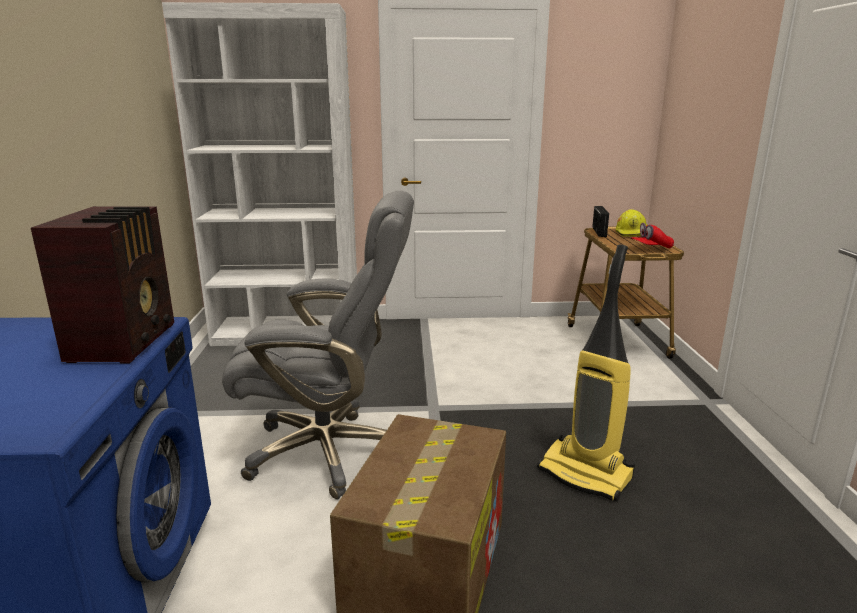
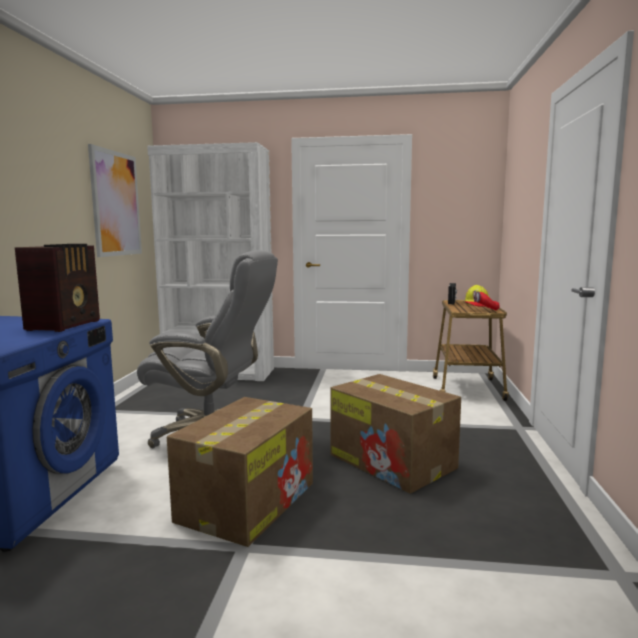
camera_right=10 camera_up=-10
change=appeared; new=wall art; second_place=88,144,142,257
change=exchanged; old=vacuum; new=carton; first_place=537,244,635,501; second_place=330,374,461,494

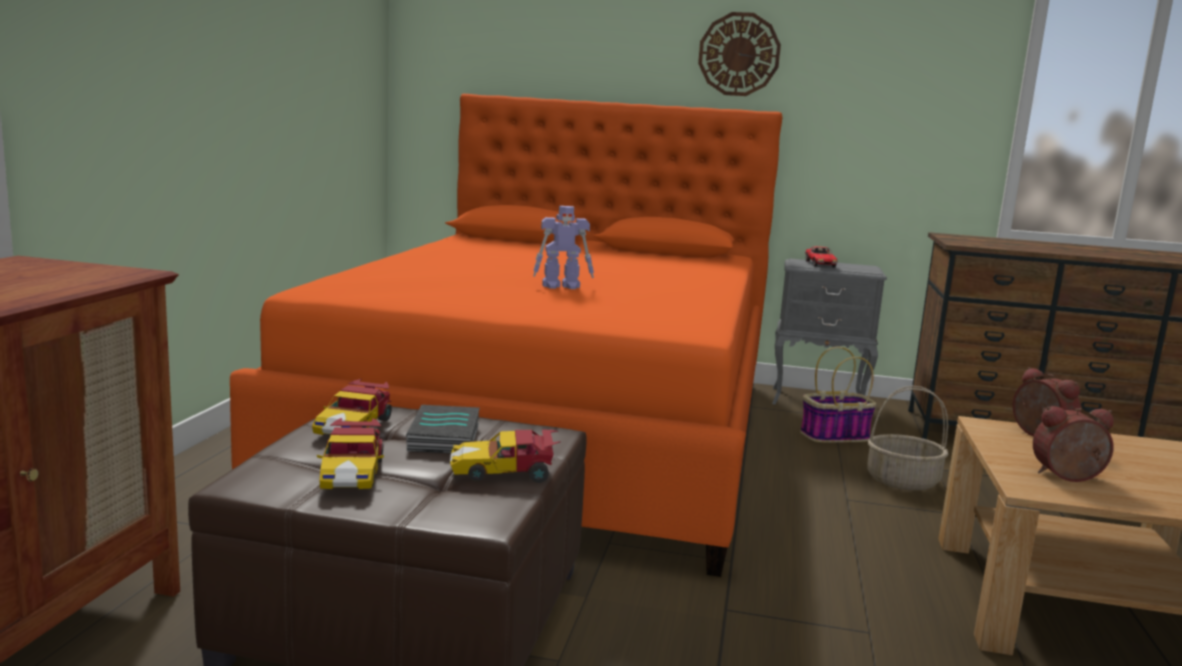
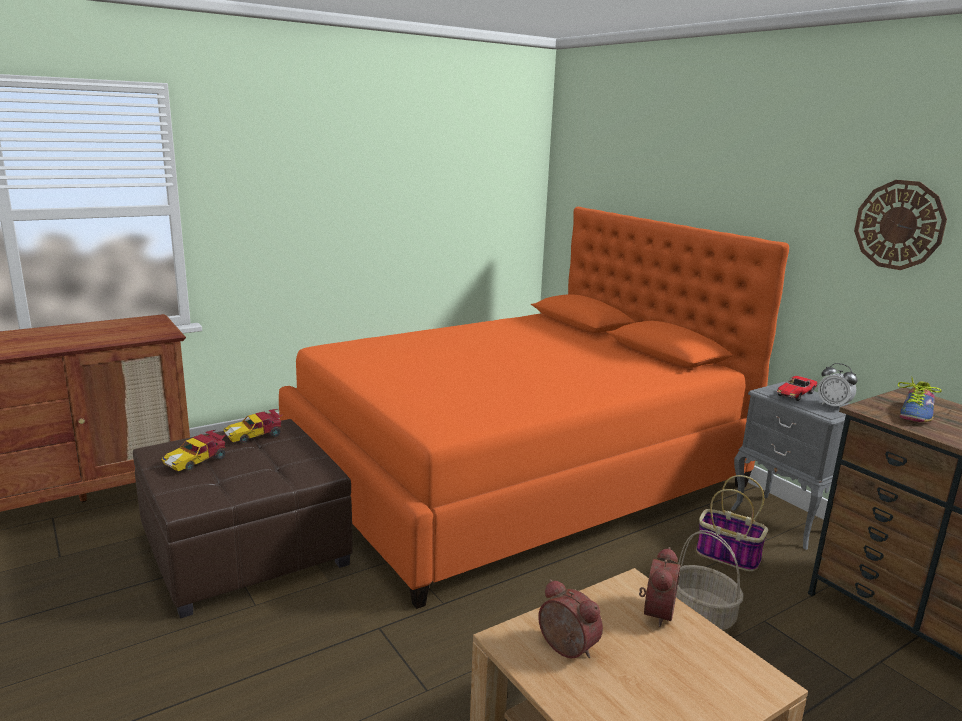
camera_right=45 camera_up=5
change=appeared; new=alarm clock; second_place=818,363,857,407
change=relocated; old=wall clock; first_place=698,12,781,96; second_place=854,180,947,270
change=appeared; new=low shoe; second_place=898,376,941,422
change=missing; old=bound book; first_place=406,405,480,453
change=missing; old=model car; first_place=450,430,561,483
change=missing; old=toy robot; first_place=533,206,594,289

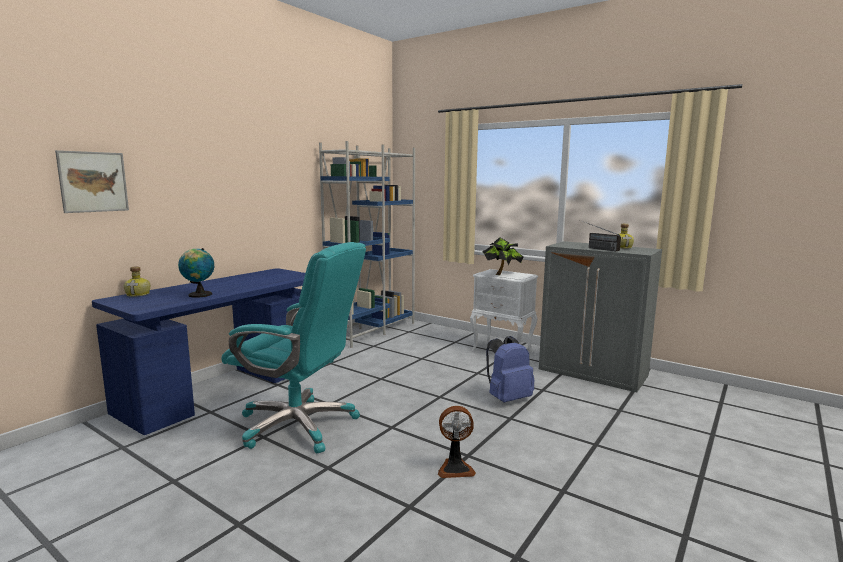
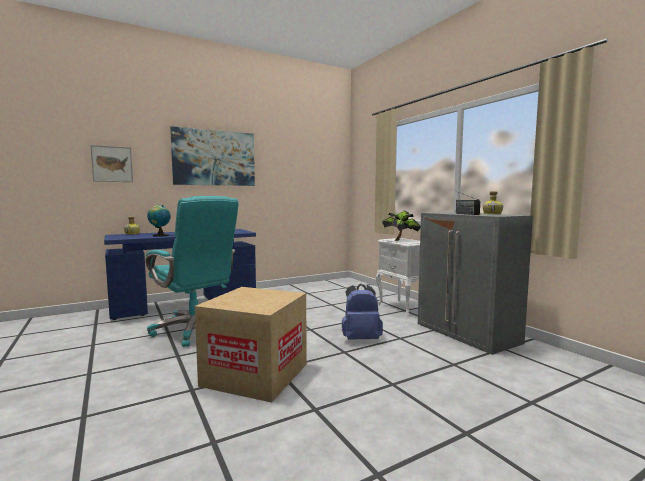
camera_right=25 camera_up=-5
change=appeared; new=wall art; second_place=170,126,255,186
change=exchanged; old=fan; new=carton; first_place=438,406,476,478; second_place=195,287,307,403
change=missing; old=bluish shelving unit; first_place=319,141,415,348

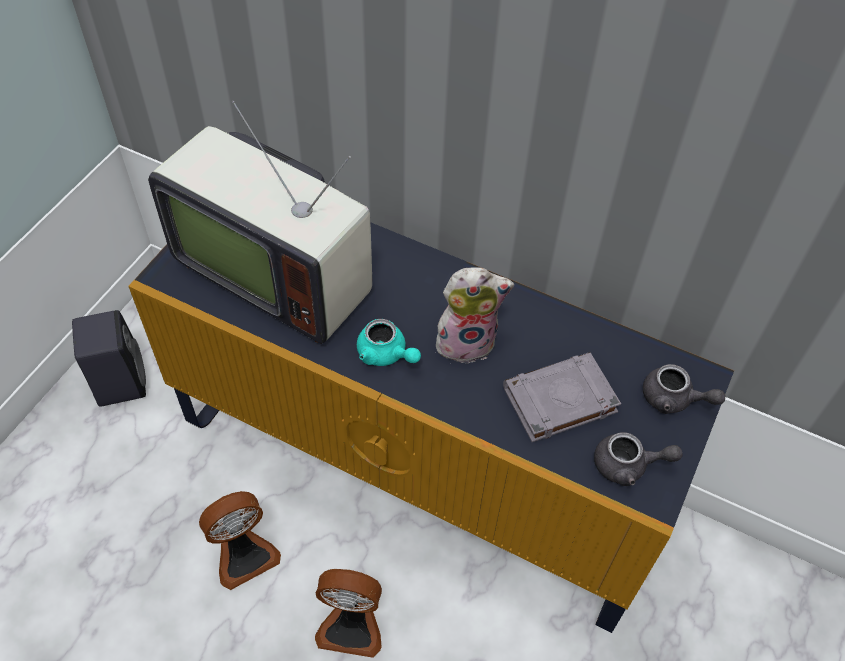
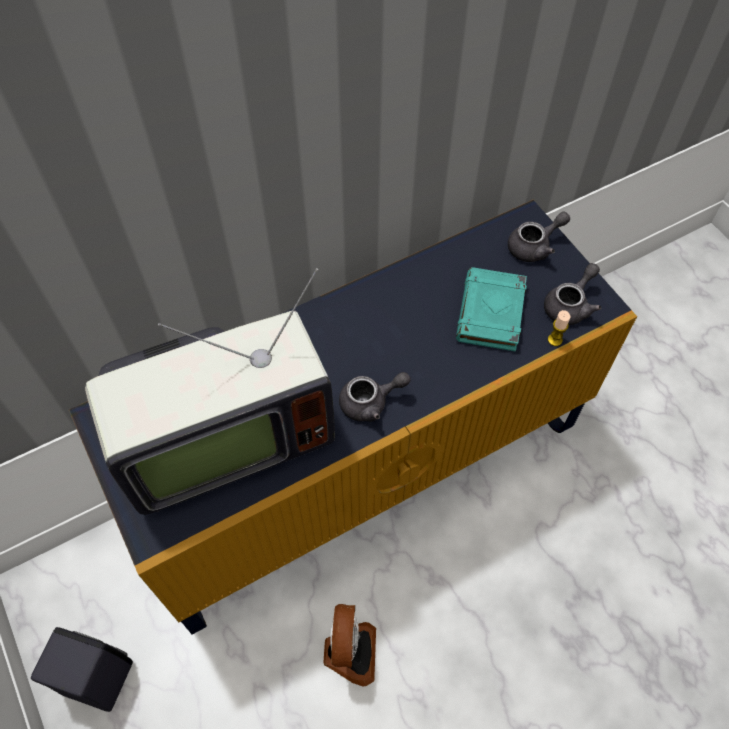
camera_right=-55 camera_up=5
change=colour; old=turquoise pot for tea; new=gray pot for tea; first_place=357,319,421,366; second_place=339,372,411,422
change=colour; old=gray bound book; new=turquoise bound book; first_place=503,352,621,442; second_place=456,267,527,352
change=appeared; new=candle; second_place=548,310,570,346
change=missing; old=fan; first_place=315,569,382,658
change=missing; old=soft toy; first_place=436,267,514,364

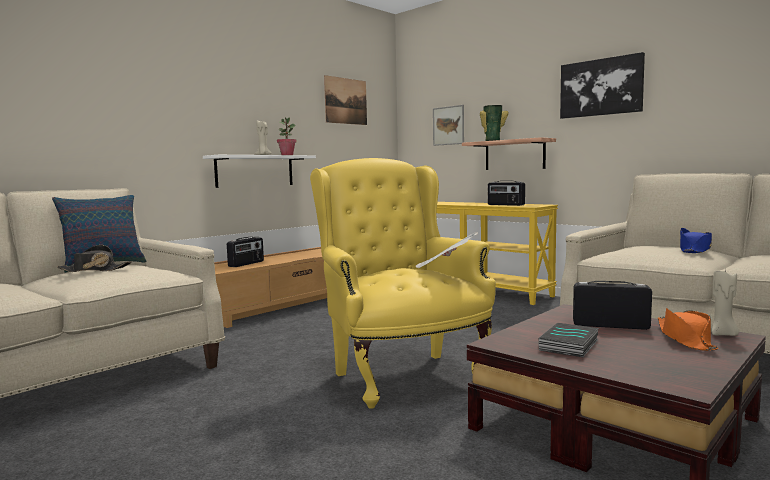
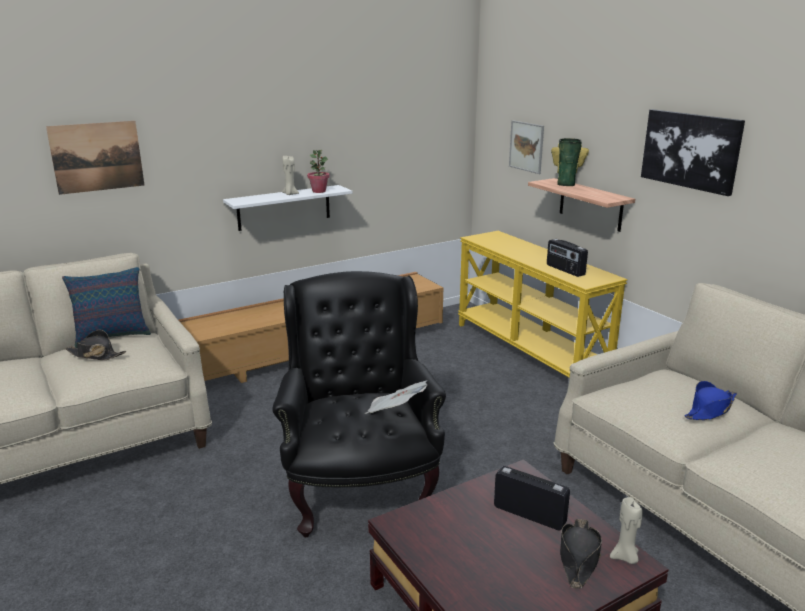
camera_right=15 camera_up=15
change=relocated; old=wall art; first_place=324,75,367,125; second_place=46,121,144,195
change=colour; old=yellow easy chair; new=black-coloured easy chair; first_place=310,158,496,409; second_place=273,271,446,537
change=colour; old=orange-coloured wearable hat; new=black-coloured wearable hat; first_place=658,308,719,351; second_place=560,519,602,589
change=missing; old=radio set; first_place=227,237,264,267
change=missing; old=bound book; first_place=538,323,599,357

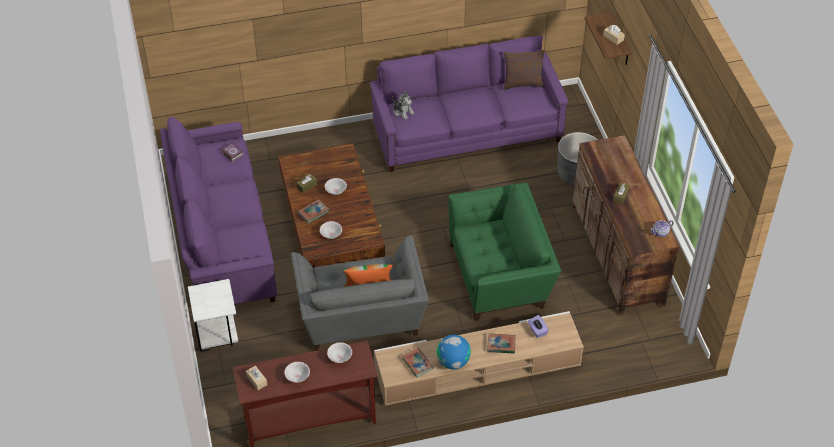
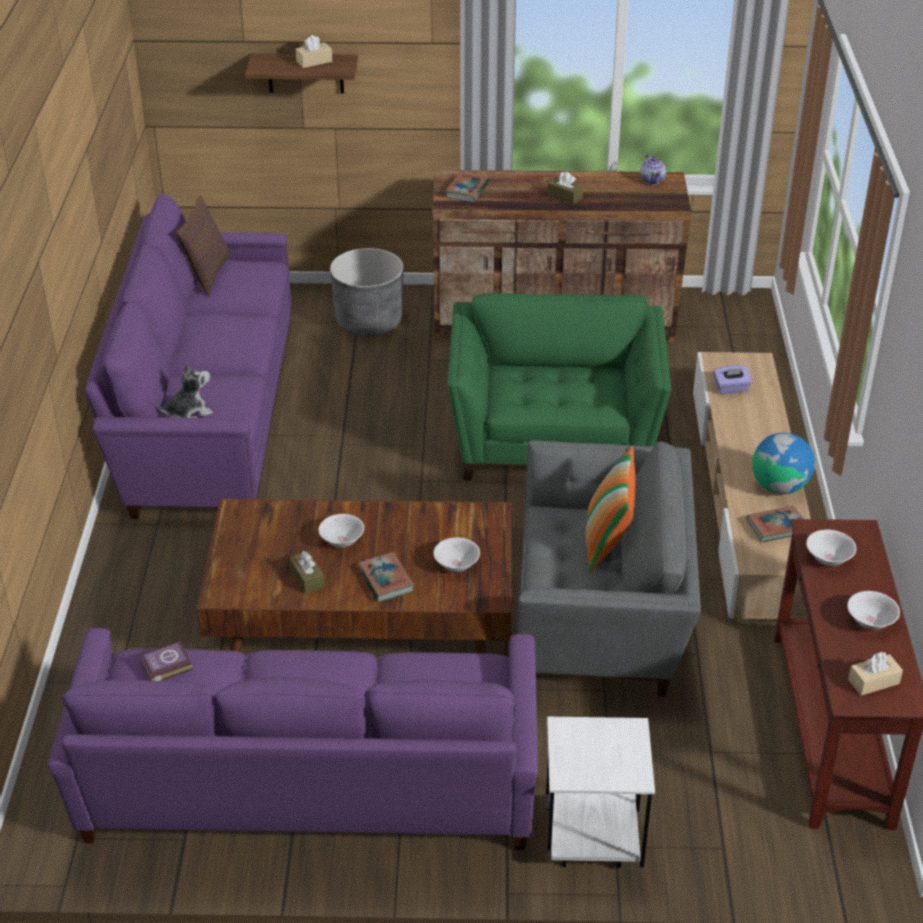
camera_right=-75 camera_up=-10
change=relocated; old=bound book; first_place=487,333,516,354; second_place=445,171,490,202

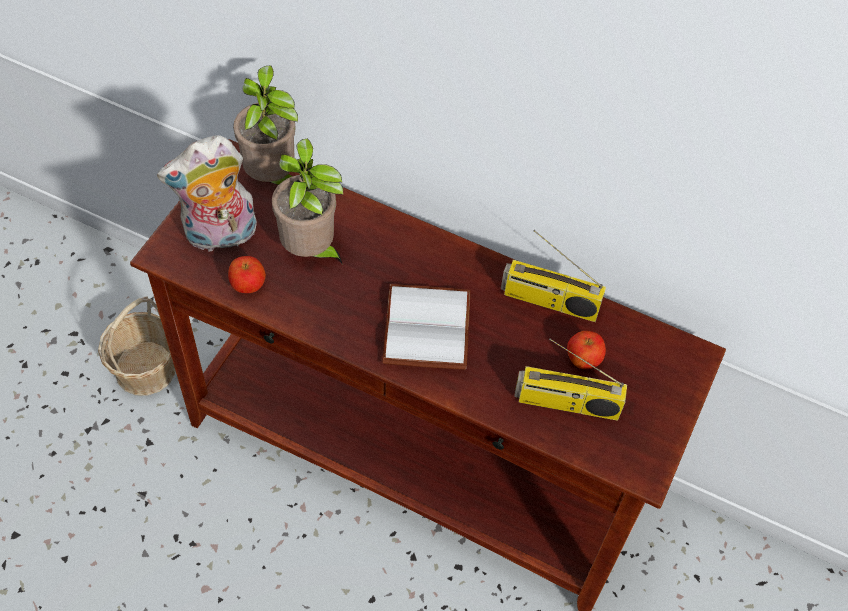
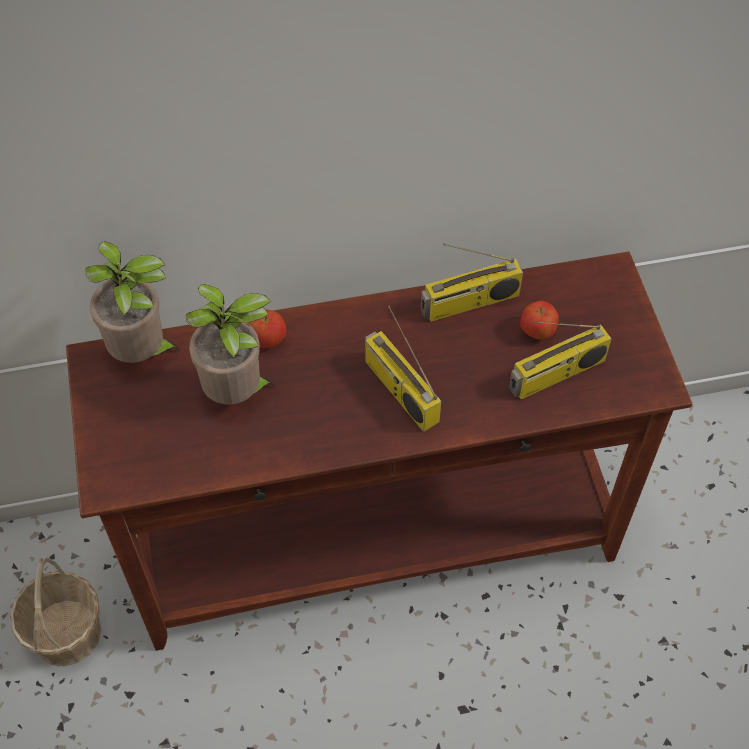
camera_right=-35 camera_up=0
change=relocated; old=whole apple; first_place=228,256,266,293; second_place=248,310,286,348
change=exchanged; old=whitish bound book; new=radio set; first_place=382,284,470,370; second_place=365,306,441,432
change=missing; old=soft toy; first_place=157,135,257,252

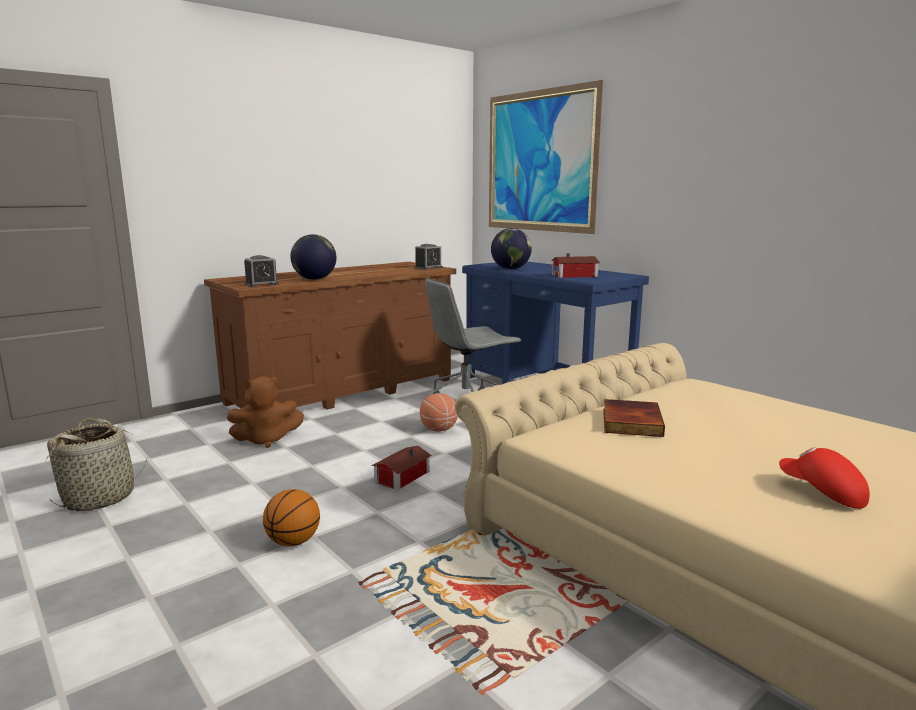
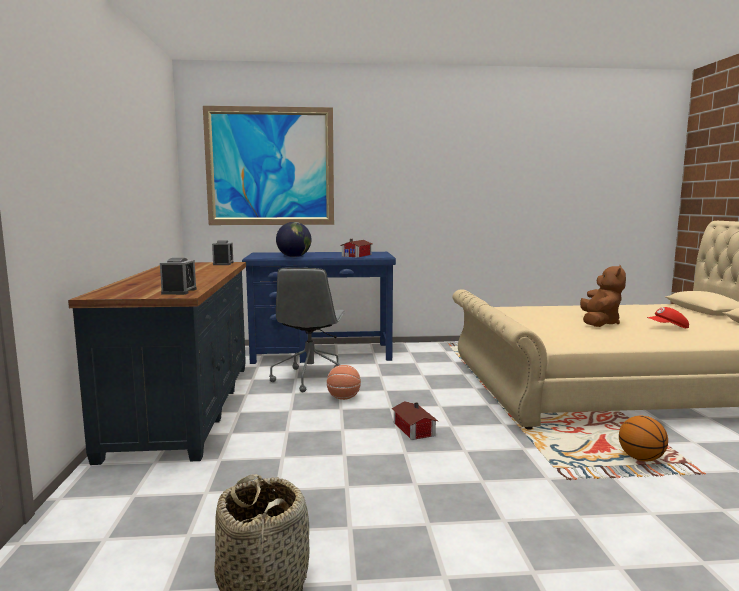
camera_right=-55 camera_up=-5
change=colour; old=brown-coloured chest of drawers; new=bluish chest of drawers; first_place=204,262,456,410; second_place=68,262,246,465
change=relocated; old=brown-coloured soft toy; first_place=227,376,304,448; second_place=580,265,626,327
change=relocated; old=basketball; first_place=263,489,320,546; second_place=619,416,668,461
change=missing; old=world globe; first_place=290,234,336,280
change=missing; old=bound book; first_place=603,399,665,437

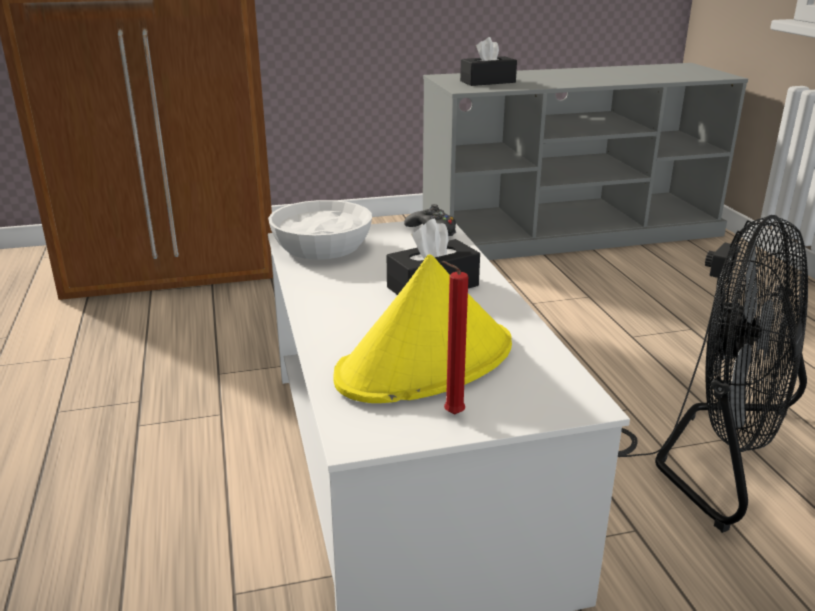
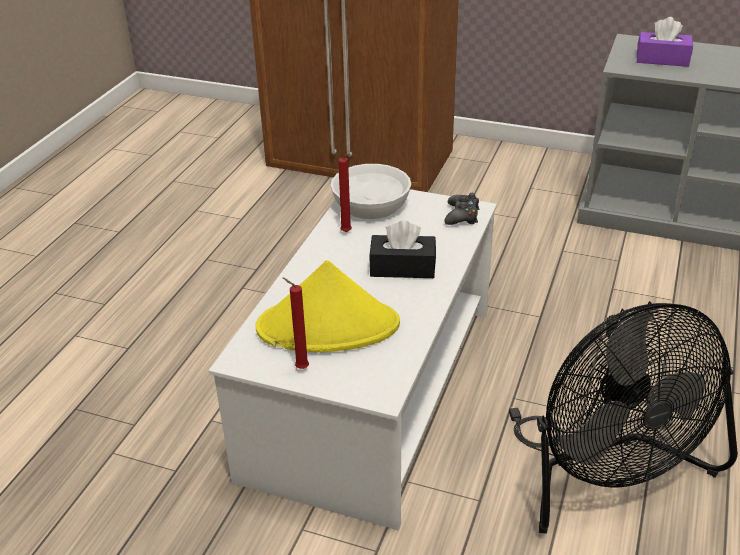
camera_right=35 camera_up=10
change=appeared; new=reddish candle; second_place=338,154,352,232
change=colour; old=black-coloured tissue box; new=purple tissue box; first_place=460,37,517,86; second_place=637,17,693,67

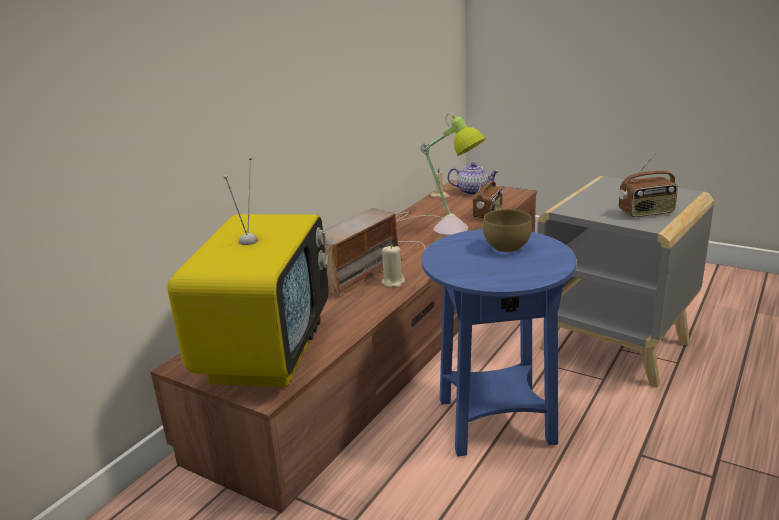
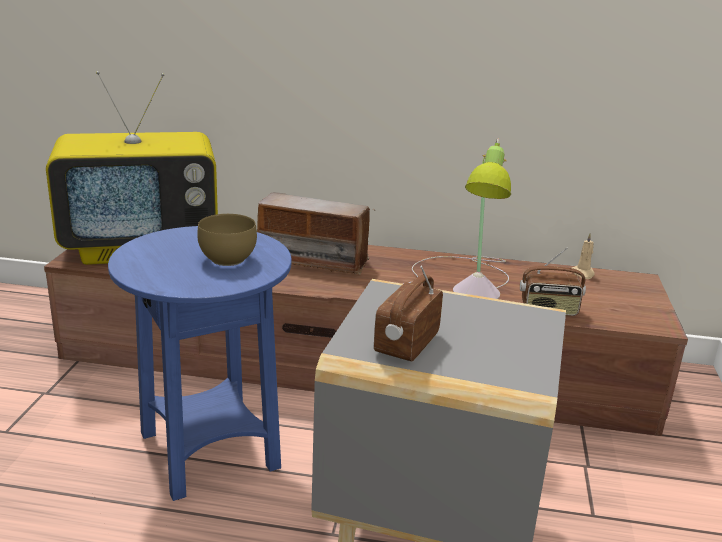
camera_right=65 camera_up=0
change=spun; old=radio set; first_place=619,153,678,217; second_place=374,266,443,361; degrees=60
change=missing; old=sand-coloured candle; first_place=382,245,405,288
change=missing; old=pot for tea; first_place=447,162,499,195

